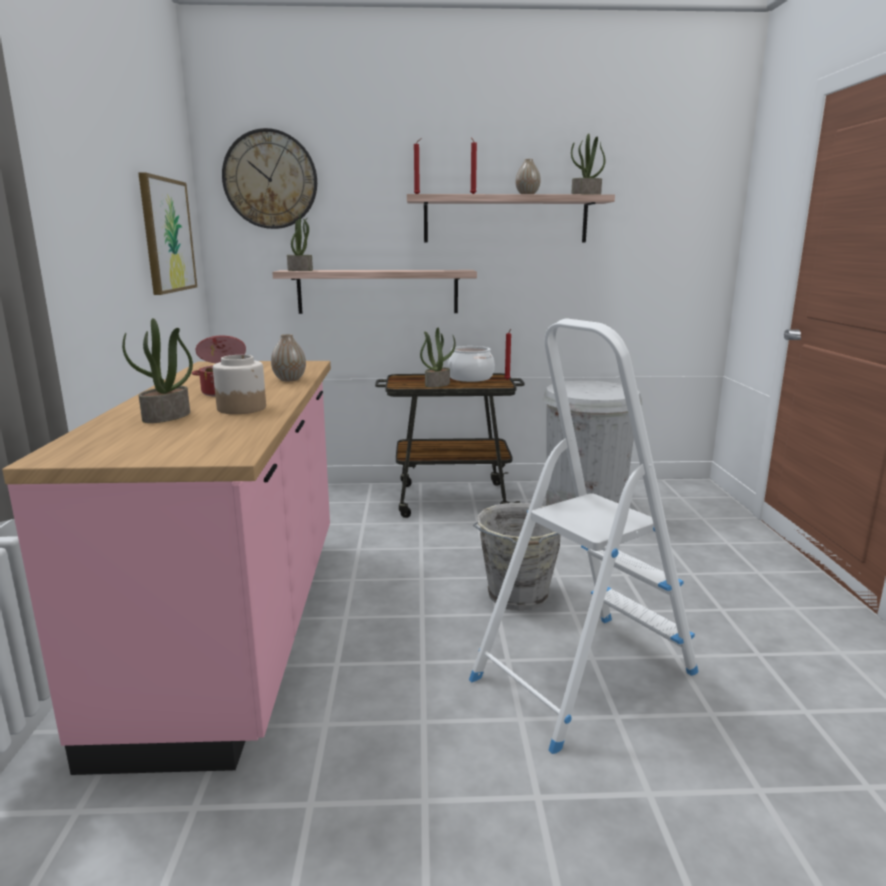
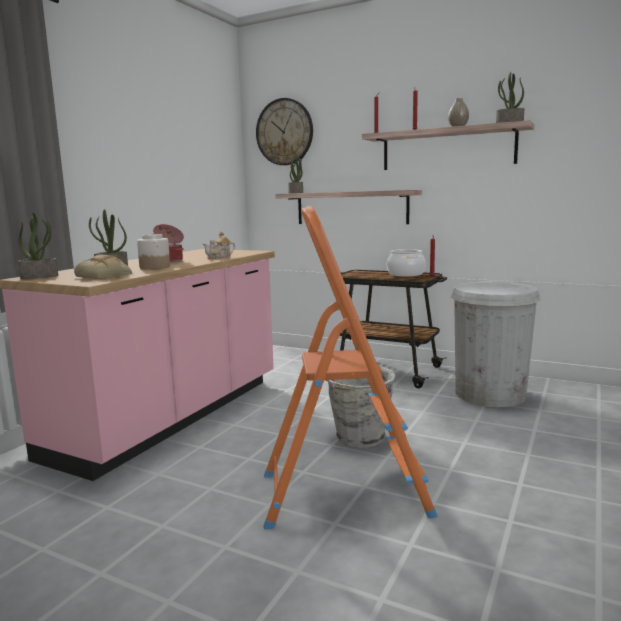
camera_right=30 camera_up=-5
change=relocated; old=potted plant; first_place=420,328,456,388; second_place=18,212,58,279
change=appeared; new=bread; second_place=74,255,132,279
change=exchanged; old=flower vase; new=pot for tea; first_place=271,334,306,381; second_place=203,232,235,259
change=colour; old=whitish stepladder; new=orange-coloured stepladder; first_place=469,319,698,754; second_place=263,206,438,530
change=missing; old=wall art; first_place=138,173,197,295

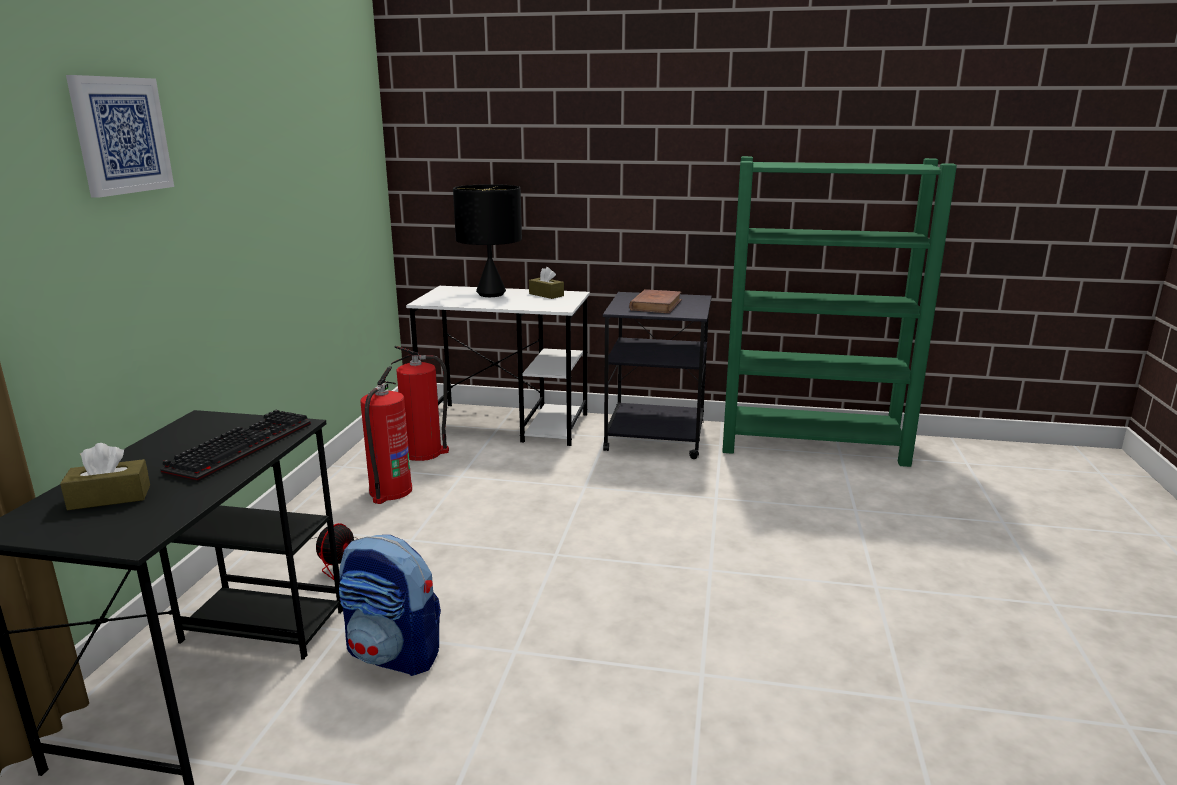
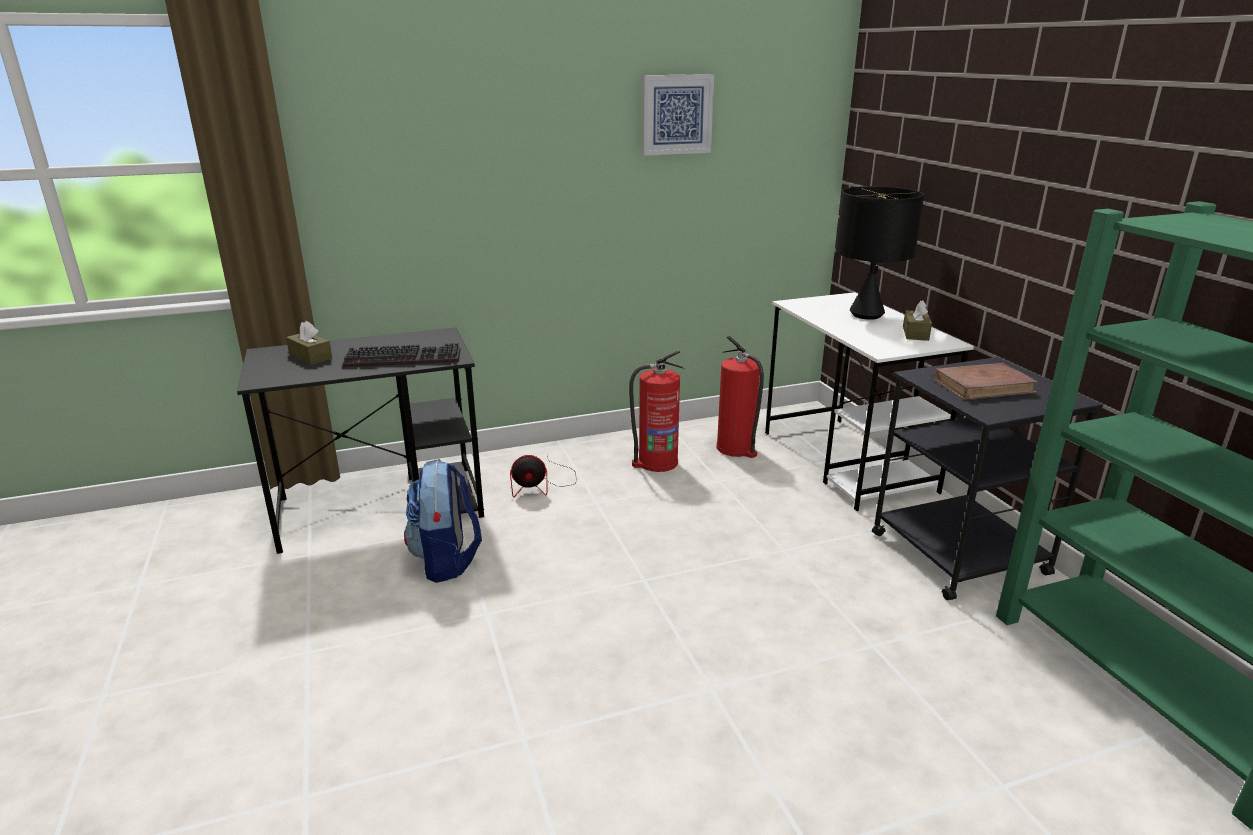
camera_right=60 camera_up=5
change=relocated; old=wall art; first_place=66,75,174,198; second_place=642,74,714,156

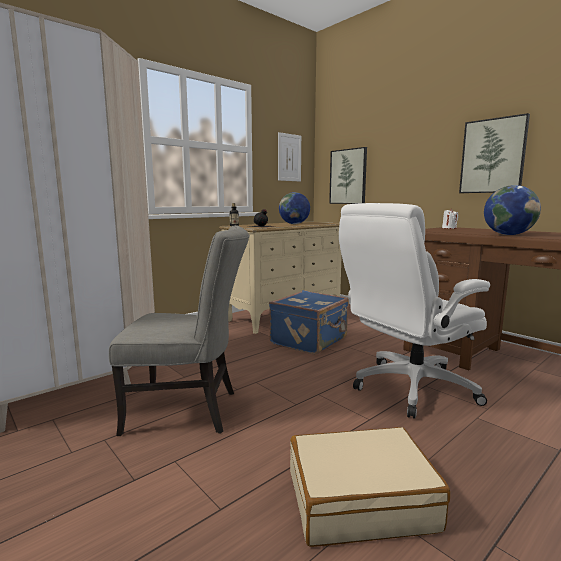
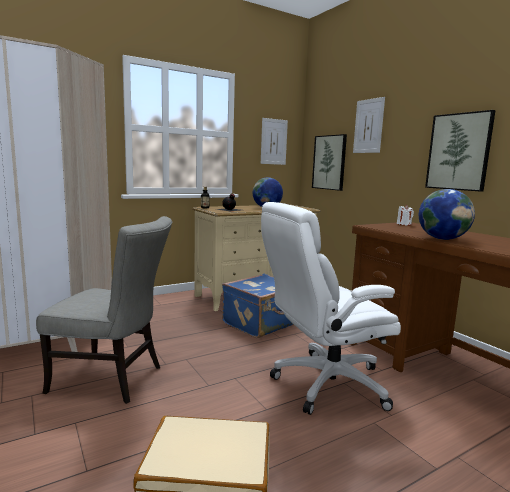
camera_right=10 camera_up=0
change=appeared; new=wall art; second_place=353,97,385,153

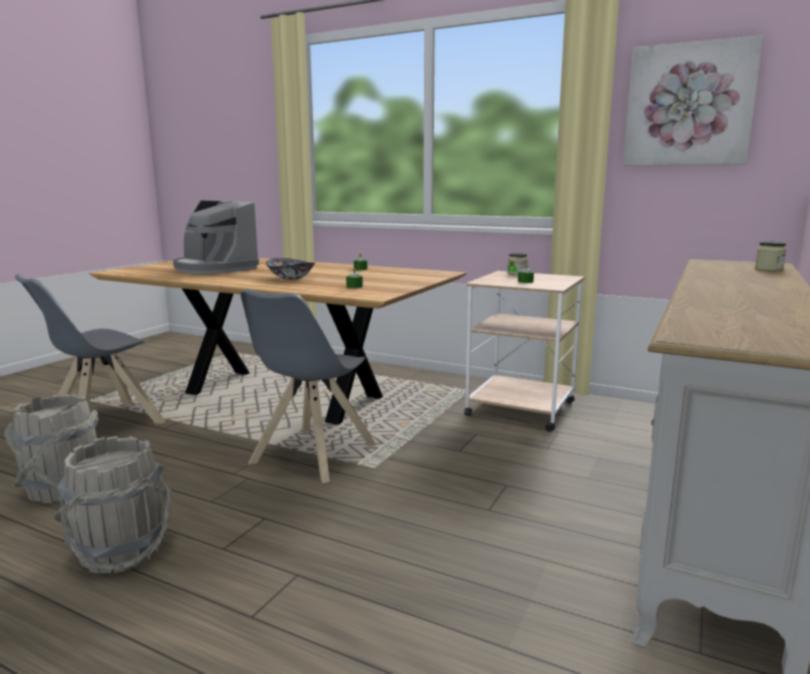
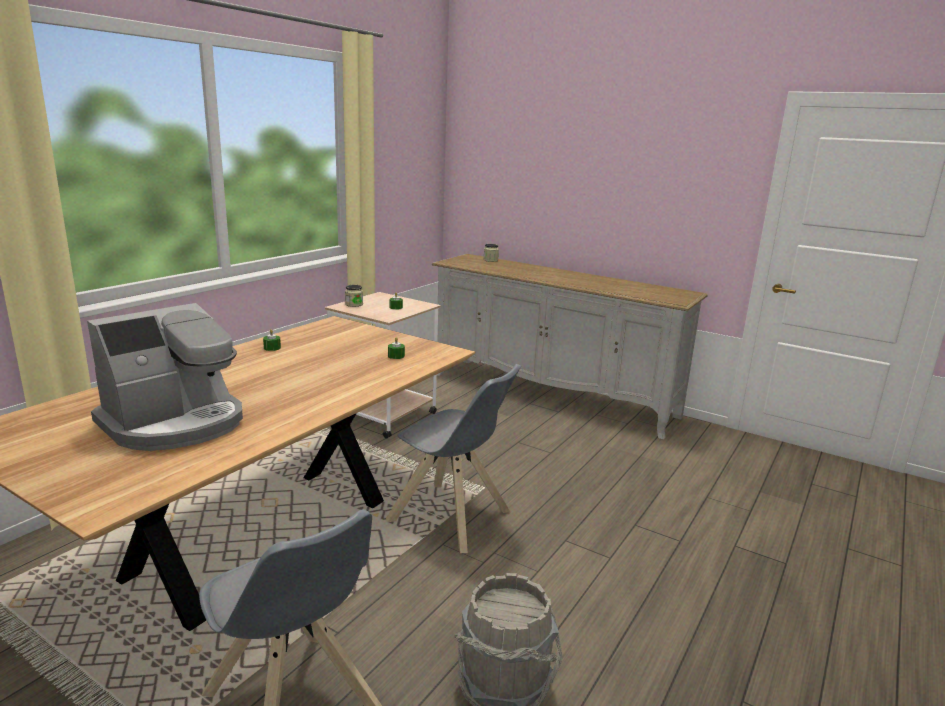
camera_right=-85 camera_up=5
change=missing; old=gray water bucket; first_place=54,436,172,573
change=missing; old=serving bowl; first_place=266,258,315,280
change=missing; old=wall art; first_place=623,35,764,166

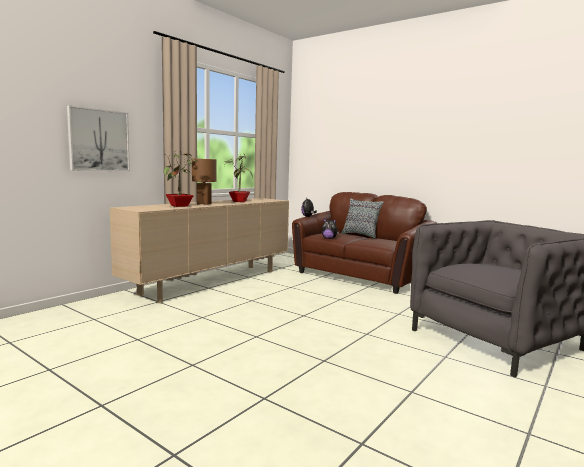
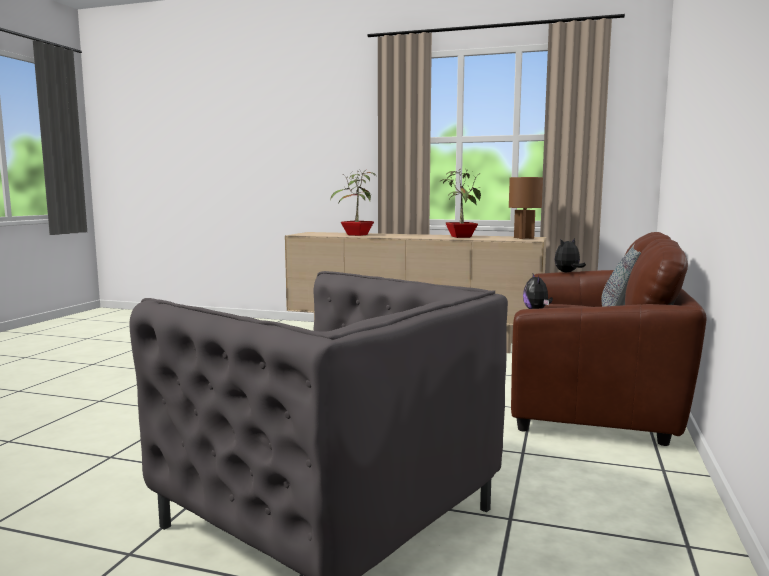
camera_right=70 camera_up=0
change=relocated; old=brown-coloured tabletop lamp; first_place=192,159,216,205; second_place=509,177,543,239
change=missing; old=wall art; first_place=67,105,130,171

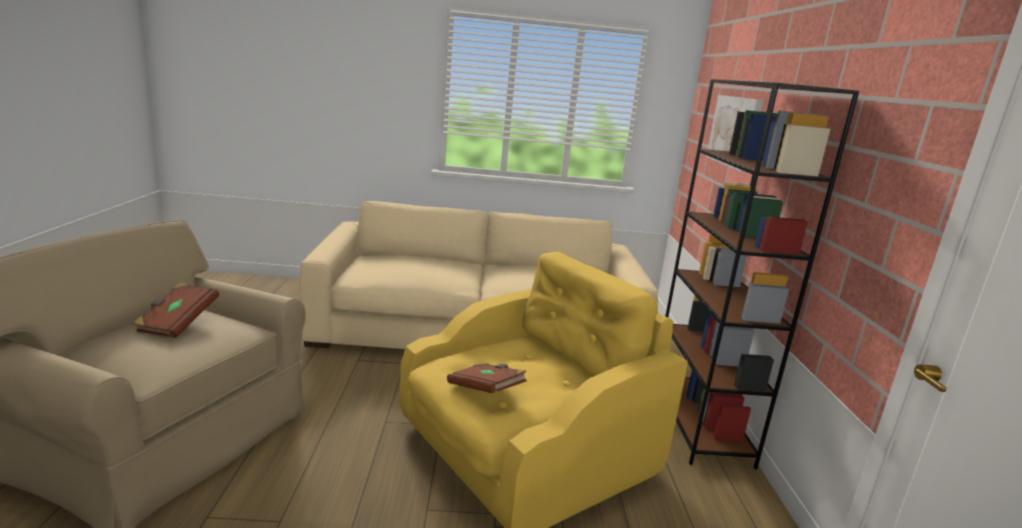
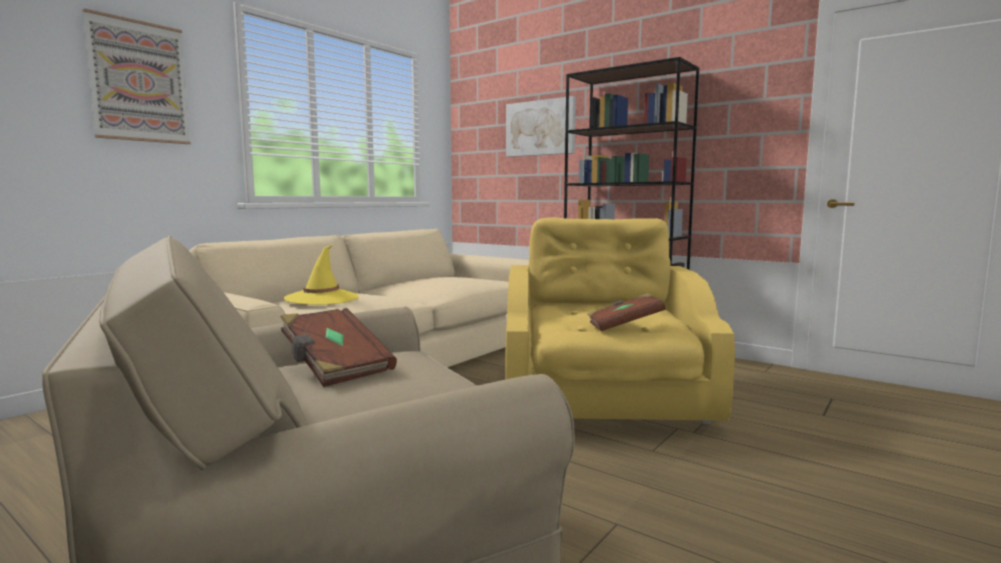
camera_right=-50 camera_up=-10
change=appeared; new=wall art; second_place=82,8,191,144
change=appeared; new=yellow wearable hat; second_place=284,244,359,305

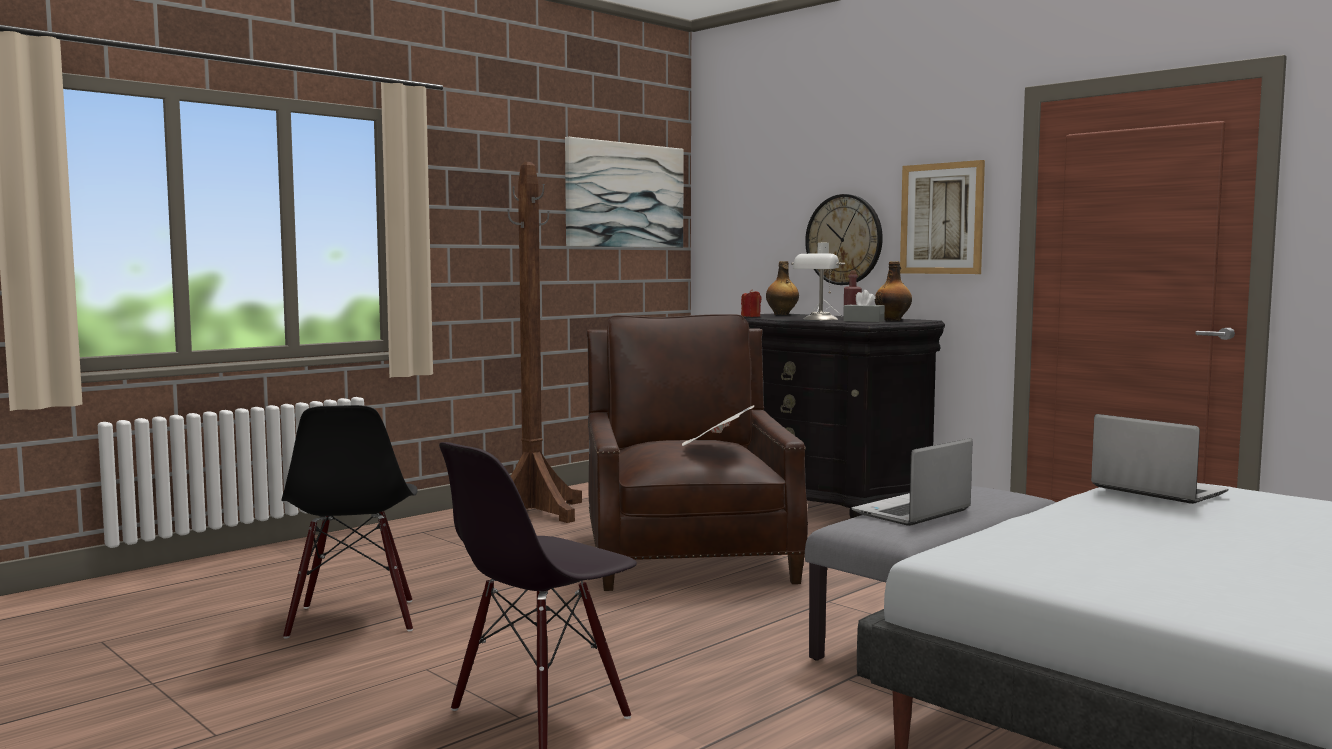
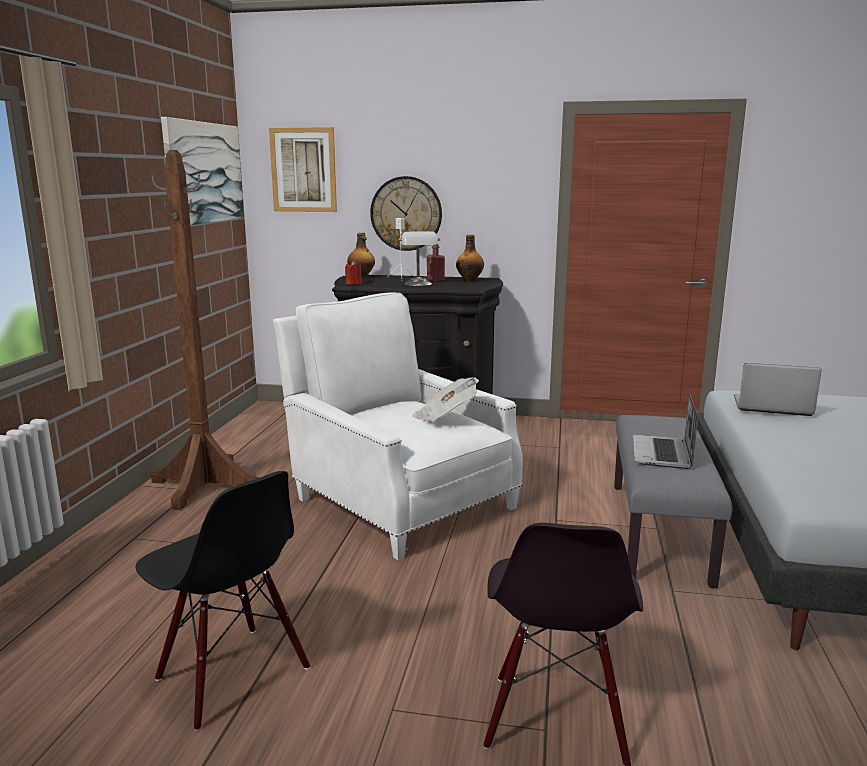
camera_right=-35 camera_up=10
change=relocated; old=wall art; first_place=900,160,985,274; second_place=269,127,337,212
change=colour; old=brown-coloured easy chair; new=whitish easy chair; first_place=586,314,808,591; second_place=273,292,523,560
change=missing; old=gray tissue box; first_place=843,290,885,322

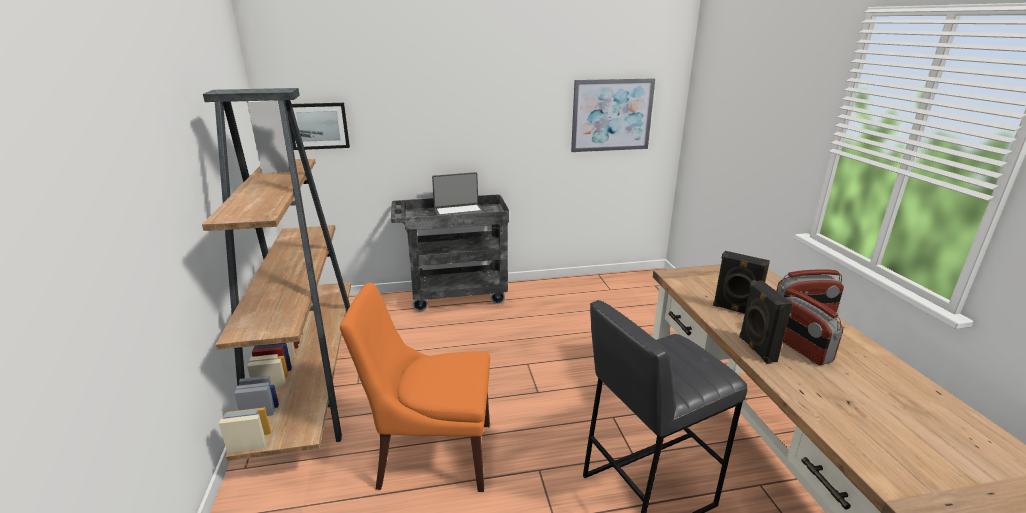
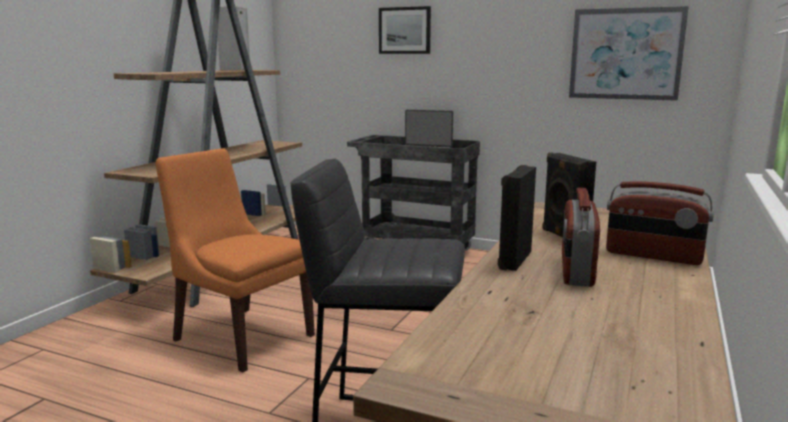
camera_right=35 camera_up=-10
change=relocated; old=wall art; first_place=288,103,350,150; second_place=379,6,431,54

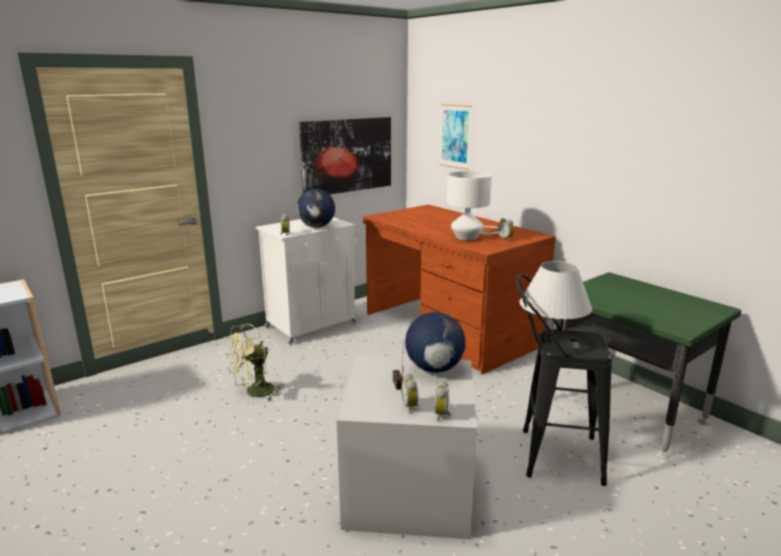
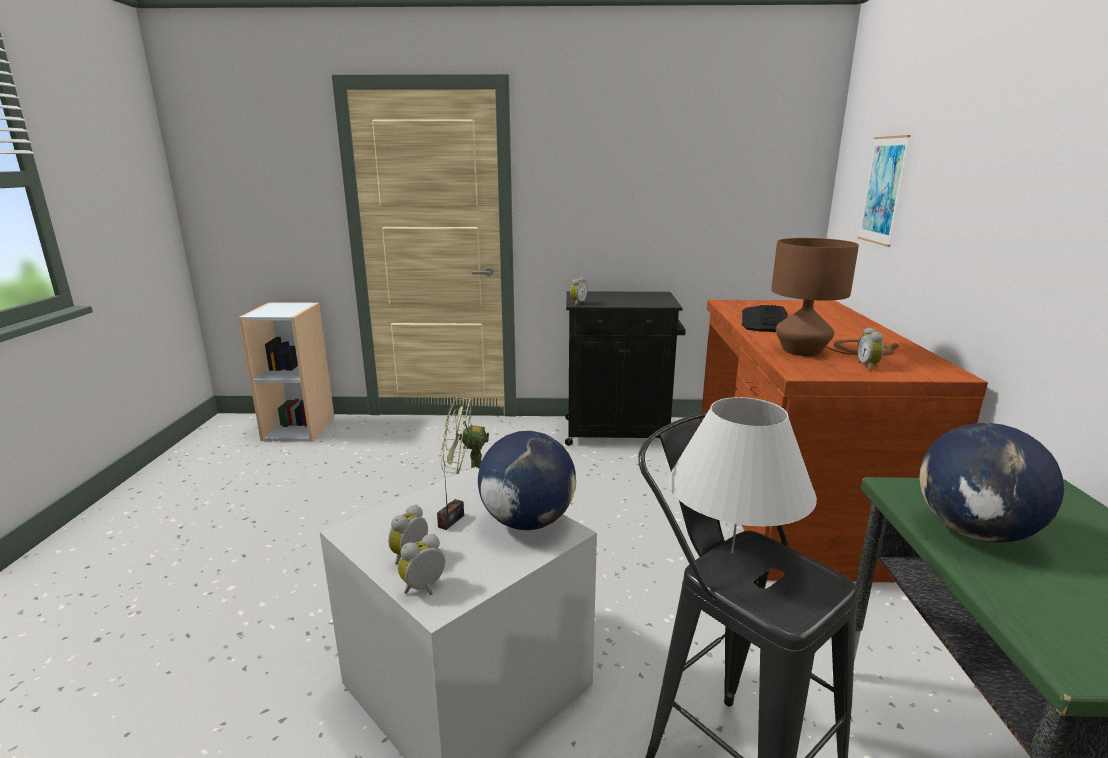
camera_right=40 camera_up=0
change=colour; old=whitish cupboard; new=black-coloured cupboard; first_place=256,217,358,345; second_place=565,291,686,446
change=appeared; new=PC keyboard; second_place=742,305,788,332
change=colour; old=whitish tabletop lamp; new=brown-coloured tabletop lamp; first_place=447,171,498,241; second_place=771,238,899,356
change=relocated; old=world globe; first_place=297,189,335,228; second_place=919,423,1064,543
change=missing; old=wall art; first_place=299,117,391,195

